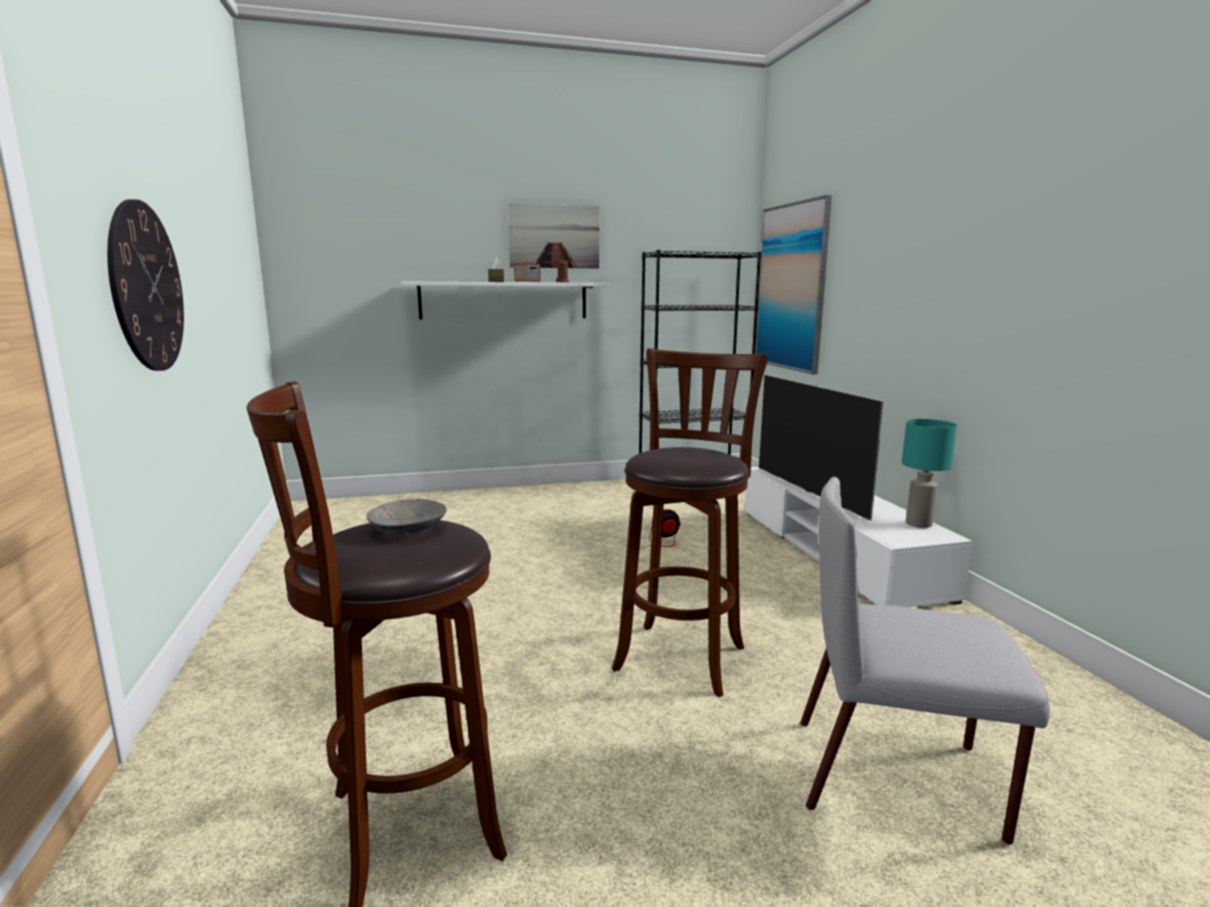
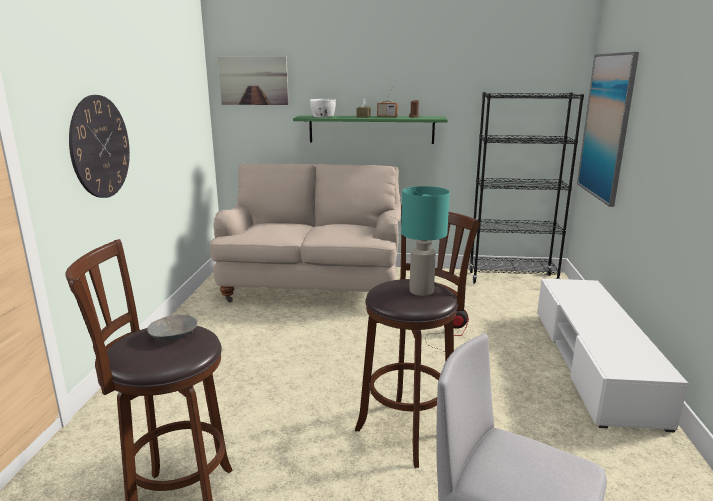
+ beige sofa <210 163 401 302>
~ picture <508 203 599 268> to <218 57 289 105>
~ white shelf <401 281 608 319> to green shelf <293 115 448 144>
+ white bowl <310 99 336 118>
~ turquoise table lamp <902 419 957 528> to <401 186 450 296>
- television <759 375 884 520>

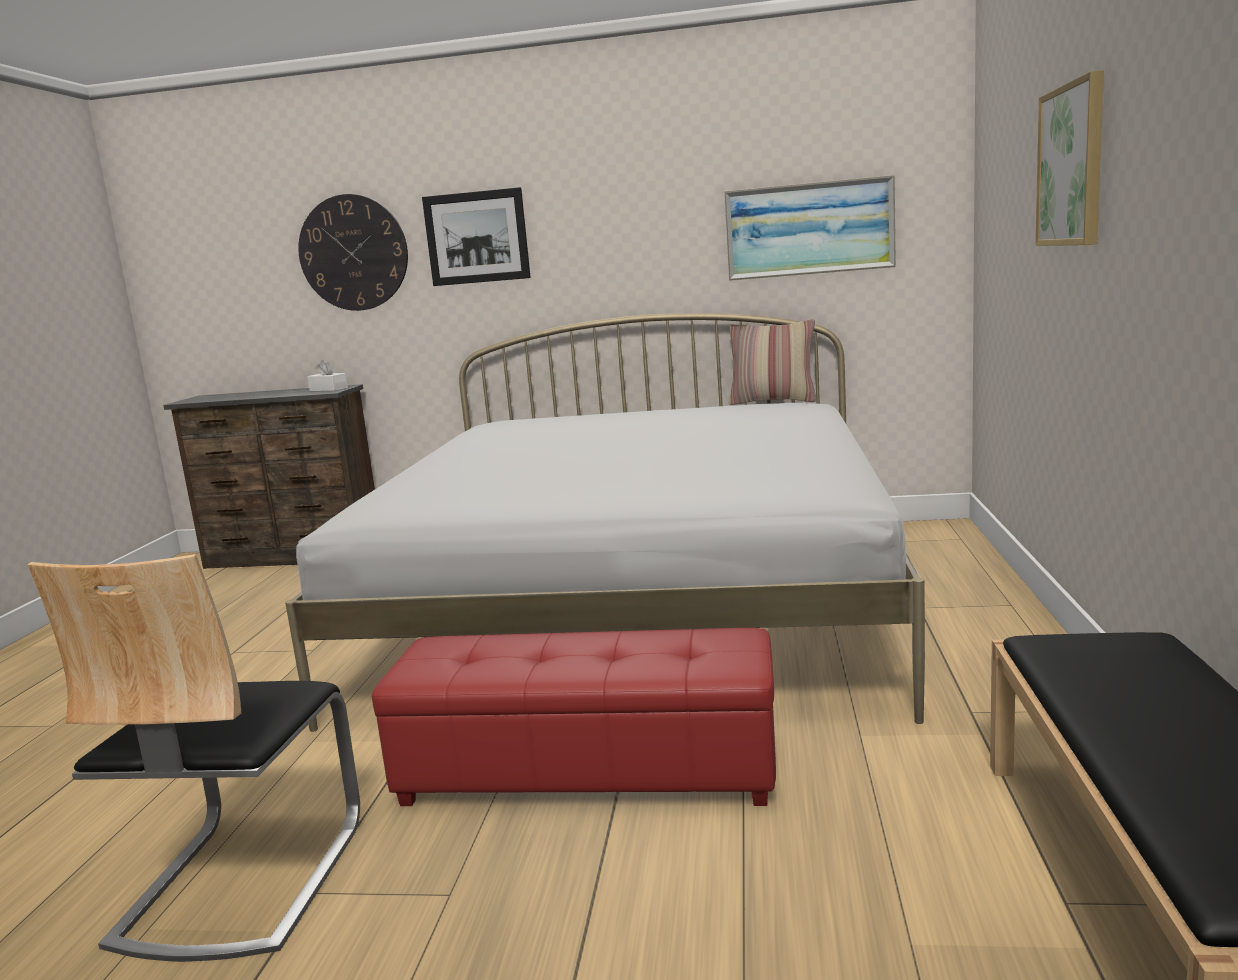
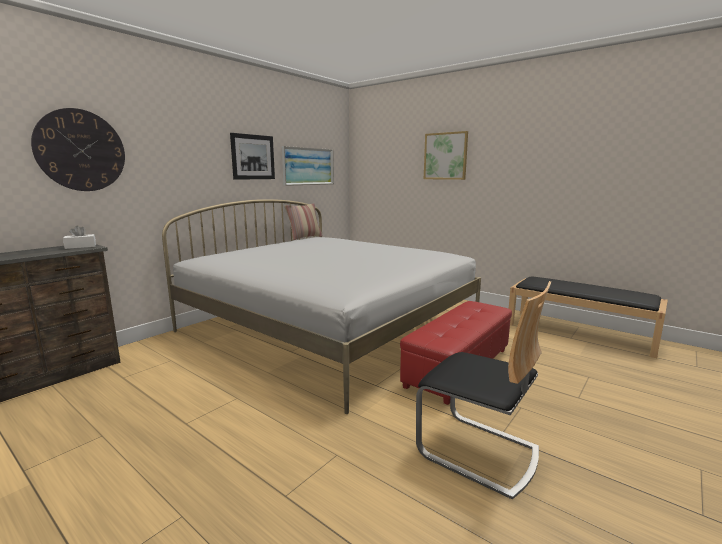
~ picture <422 187 531 286> to <230 133 275 180>

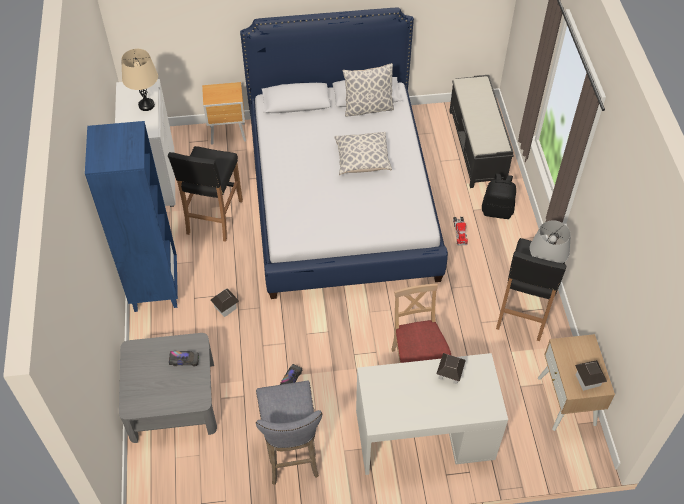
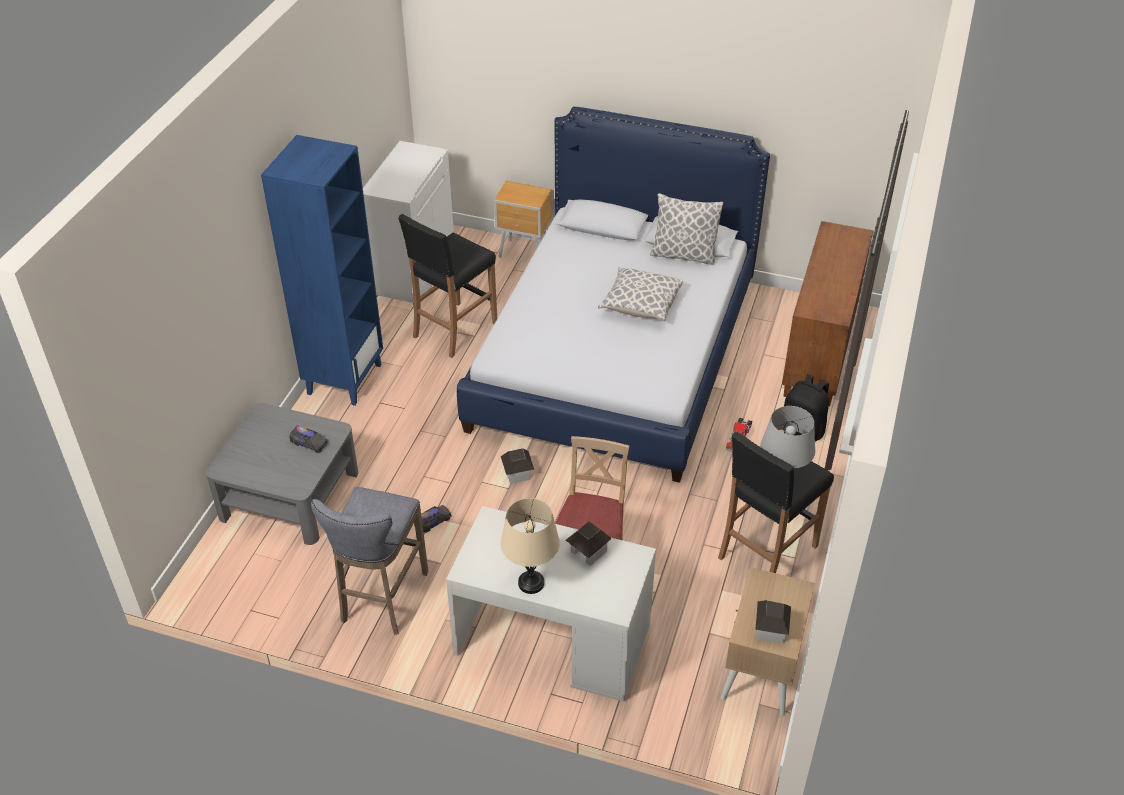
~ toy house <210 288 239 317> to <501 448 534 484>
~ beige table lamp <121 49 158 111> to <501 498 560 594>
~ black bench <449 75 514 188> to brown cabinet <782 221 873 406>

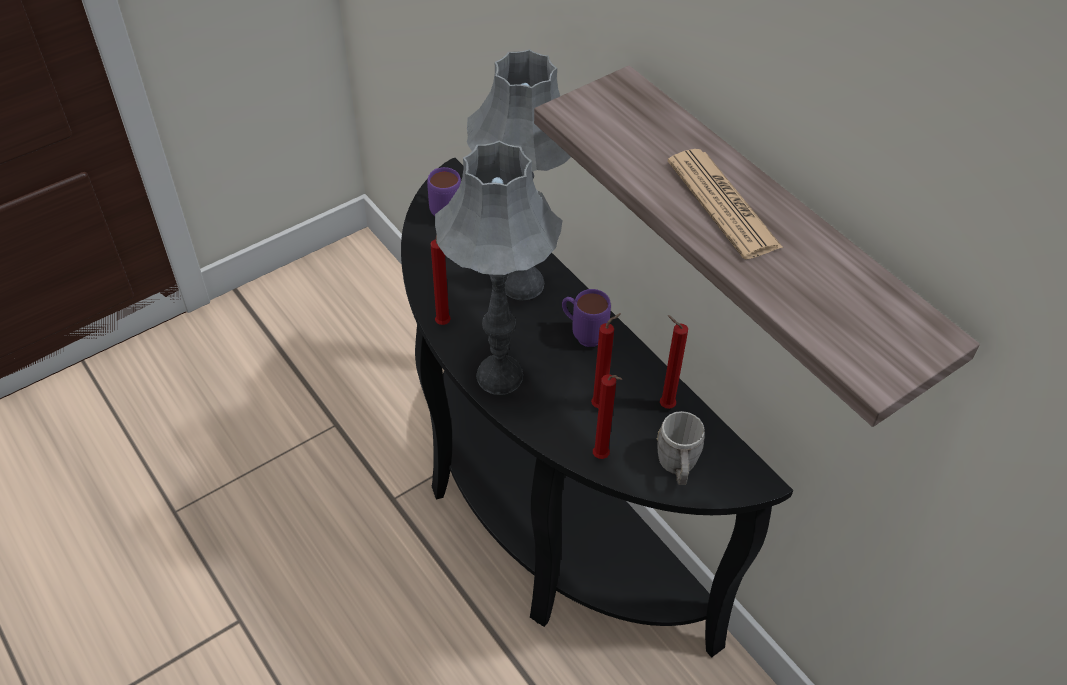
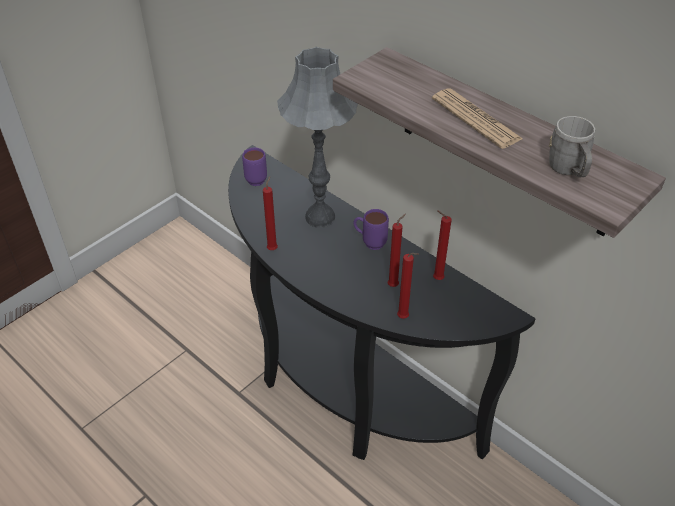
~ grey mug <656 411 705 485> to <549 116 595 177>
- grey table lamp <435 140 562 395>

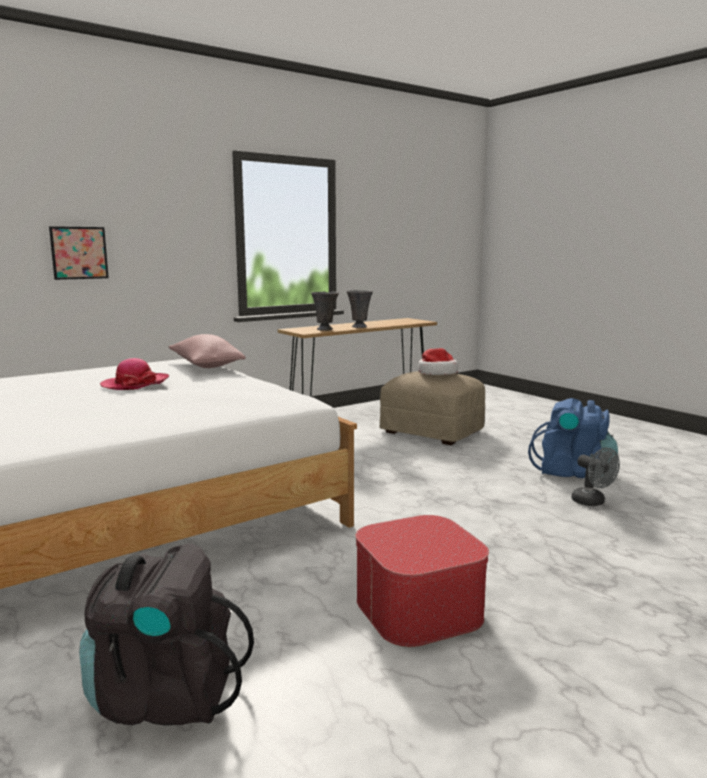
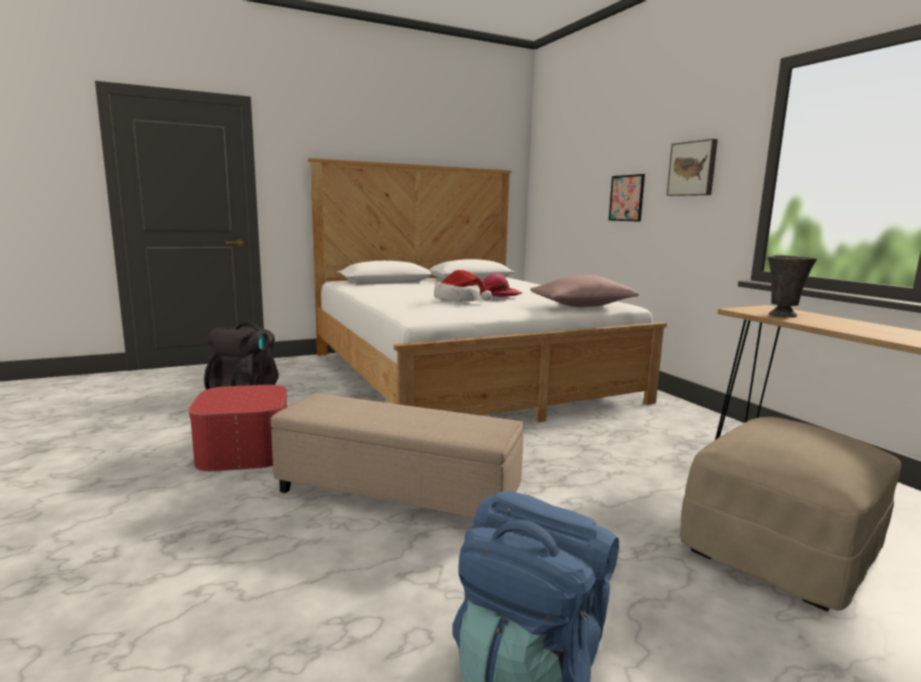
+ beige ottoman <271 393 524 517>
~ hat <418 348 458 375> to <434 270 492 302>
+ picture <666 139 718 196>
- grey vase <347 290 373 328>
- grey fan <571 448 620 506>

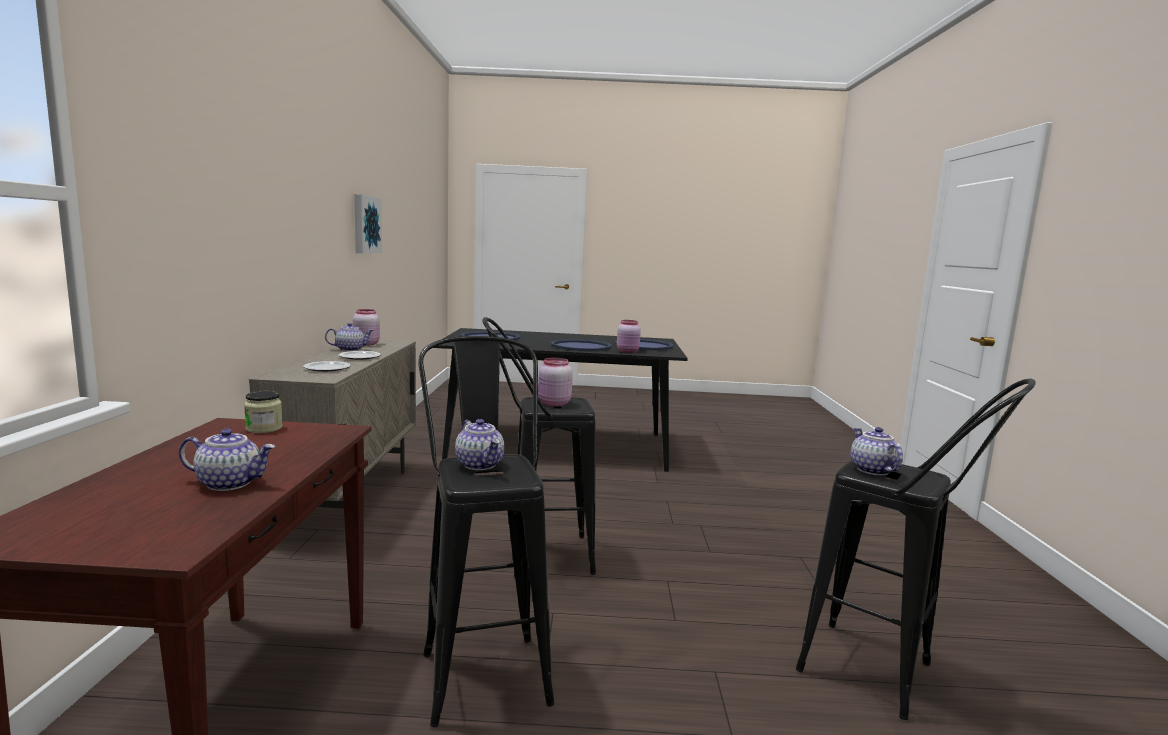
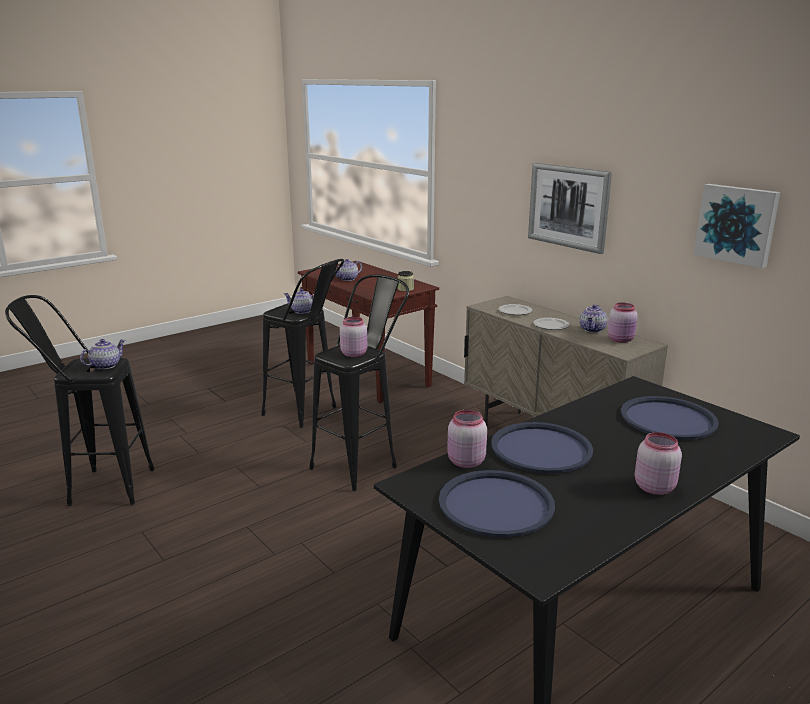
~ teapot <851 427 903 475> = <80 339 125 369> 90 degrees counterclockwise
+ picture <528 163 612 254>
+ pink jar <635 432 682 495>

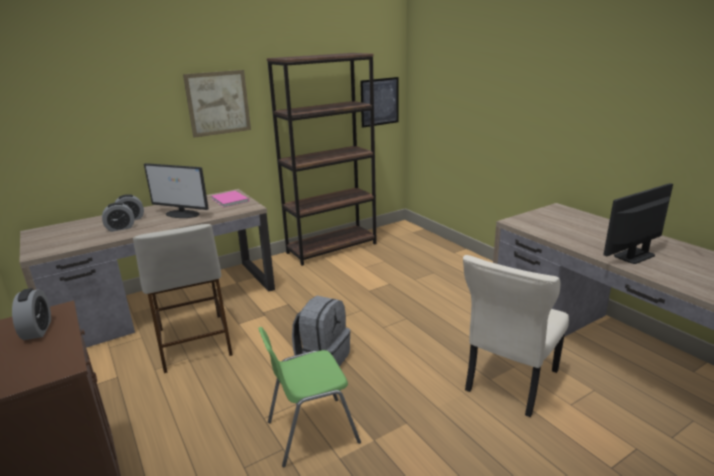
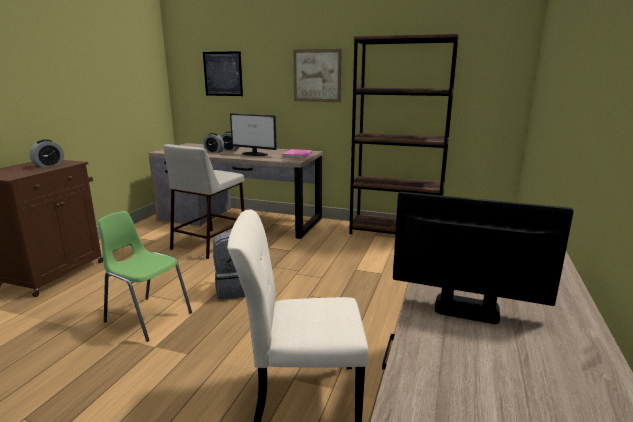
~ picture <360 77 399 128> to <203 51 243 96>
~ monitor <144 163 209 218> = <230 113 277 156> 45 degrees counterclockwise

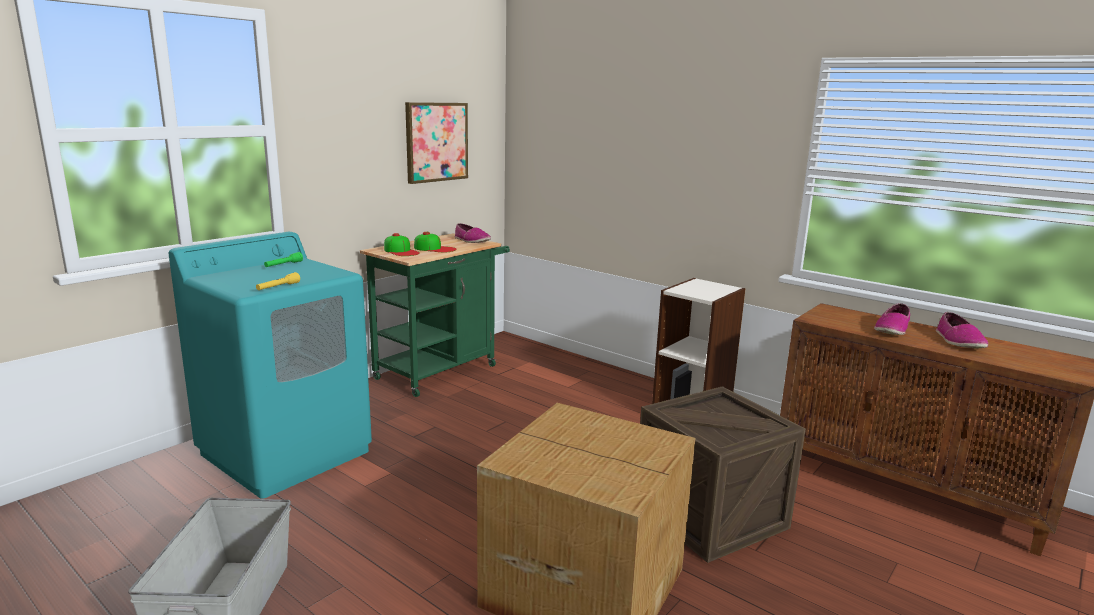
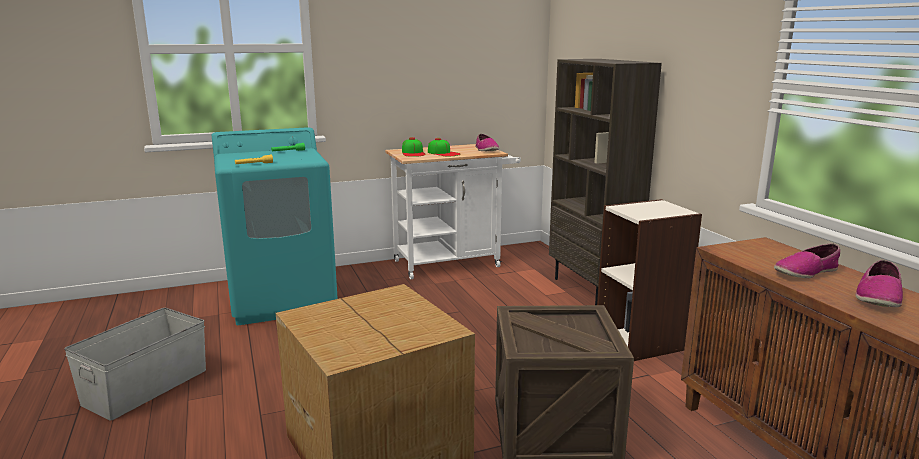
~ green cart <360 234 510 397> to white cart <385 144 521 279>
+ brown bookcase <549 59 662 305>
- picture <405 102 468 184>

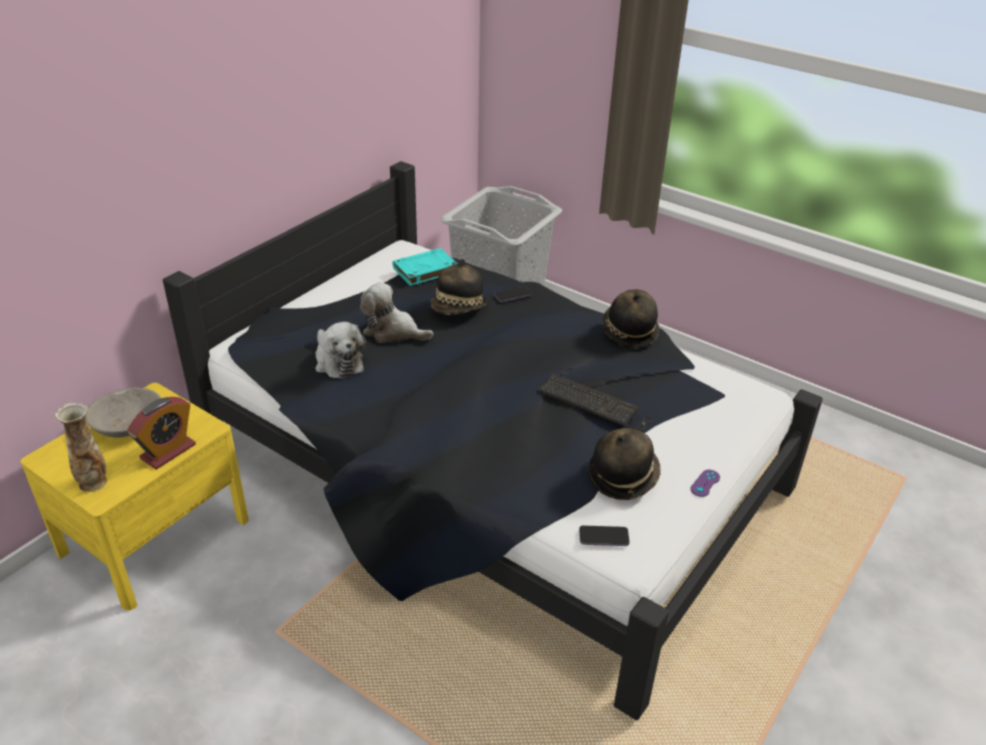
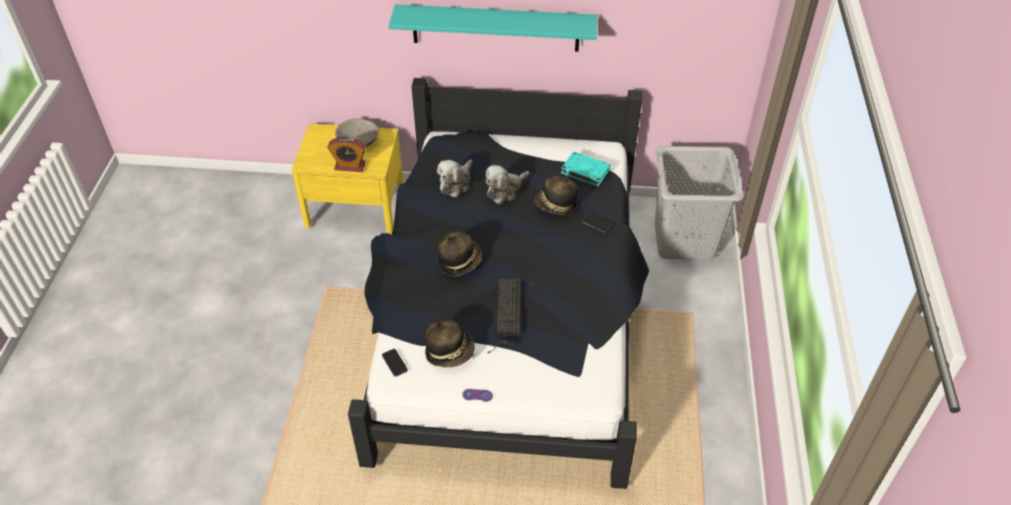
+ turquoise shelf <388 4 598 52>
~ hat <603 289 660 348> to <436 231 483 276>
~ plush toy <360 282 433 343> = <485 165 529 204> 120 degrees counterclockwise
- vase <55 402 107 492>

